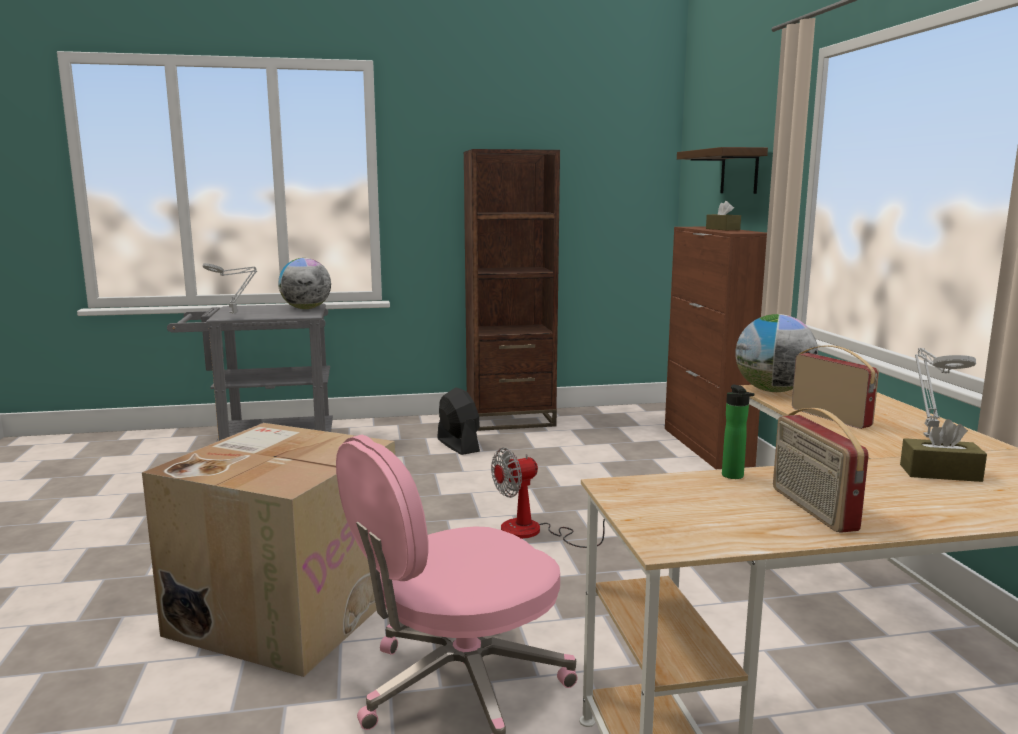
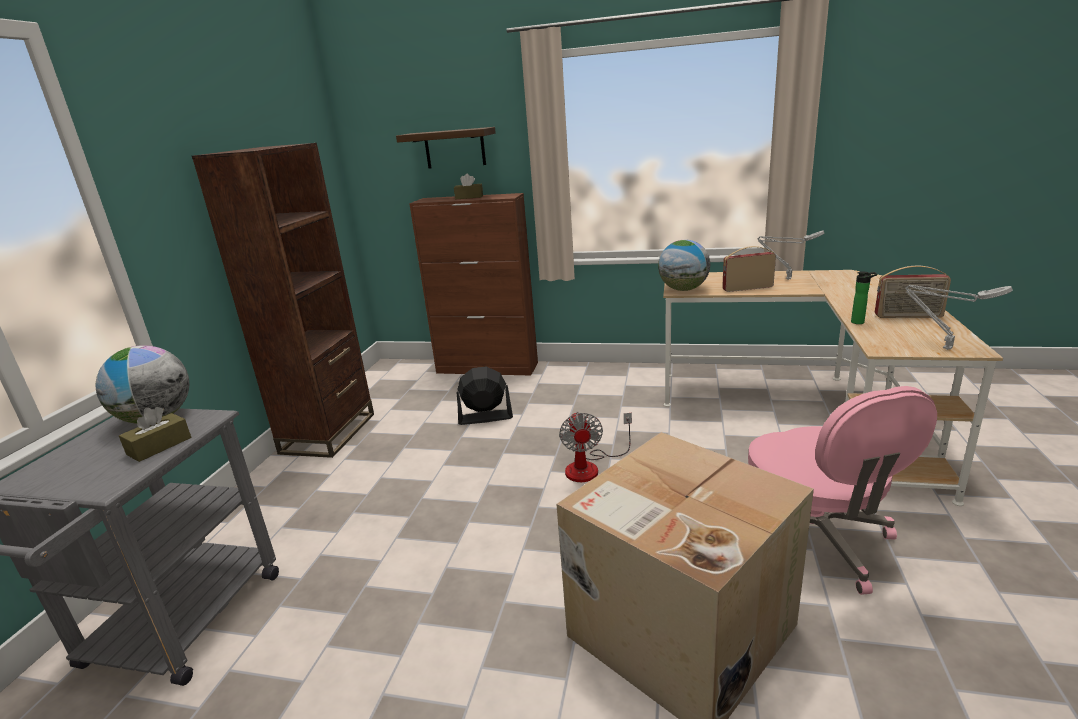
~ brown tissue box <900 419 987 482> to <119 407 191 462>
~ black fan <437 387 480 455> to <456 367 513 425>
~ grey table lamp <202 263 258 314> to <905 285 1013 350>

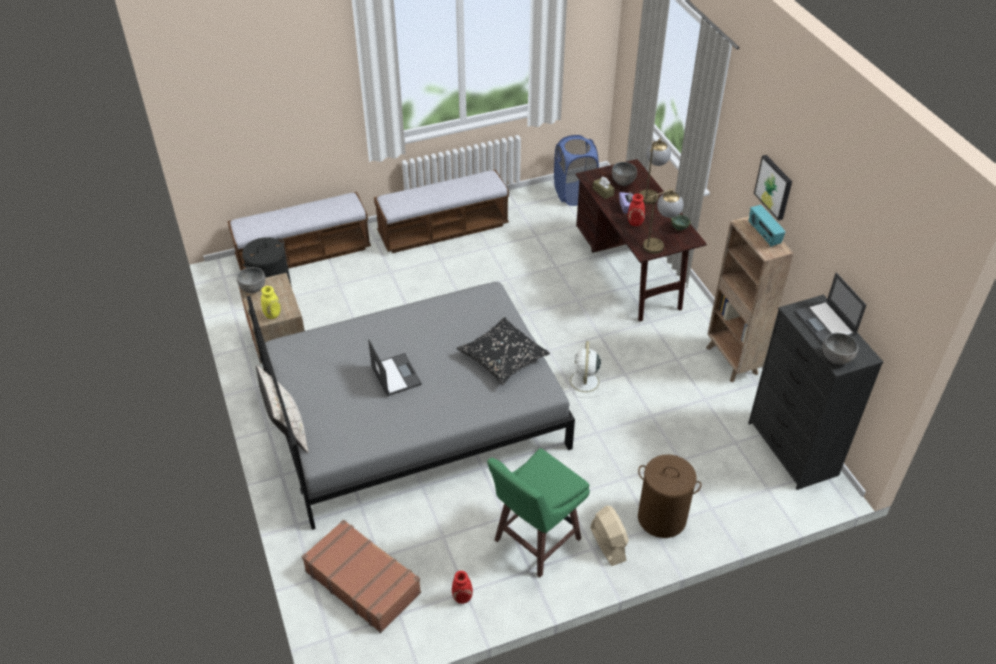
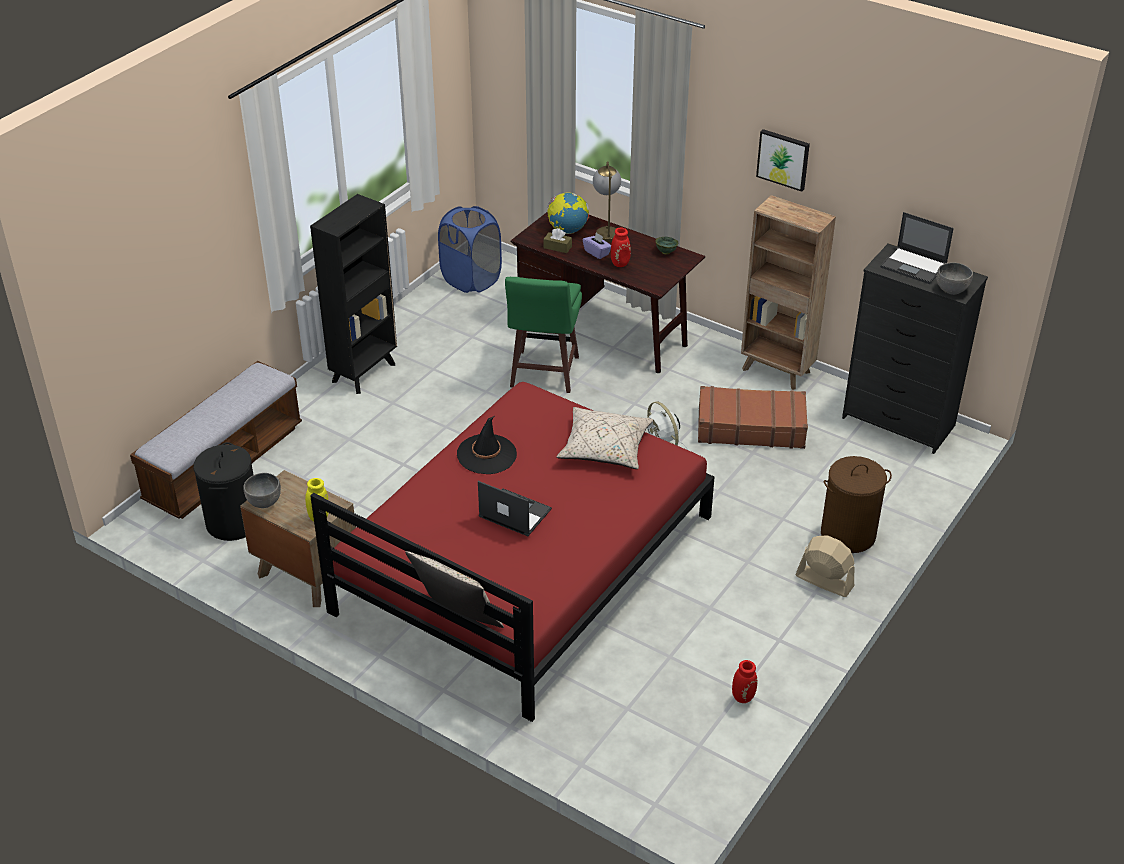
~ bench <374 169 509 253> to black bookcase <310 194 397 394>
~ grey bed <247 282 575 530> to red bed <310 382 714 722>
+ black hat <457 416 517 474>
~ green stool <487 448 590 577> to <505 277 582 393>
~ grey bowl <612 162 637 186> to globe <547 192 589 234>
~ black pillow <456 317 550 385> to beige pillow <557 407 653 469>
~ brown suitcase <302 520 421 633> to <698 386 808 449>
- table lamp <643 189 684 254>
- radio <749 205 786 247>

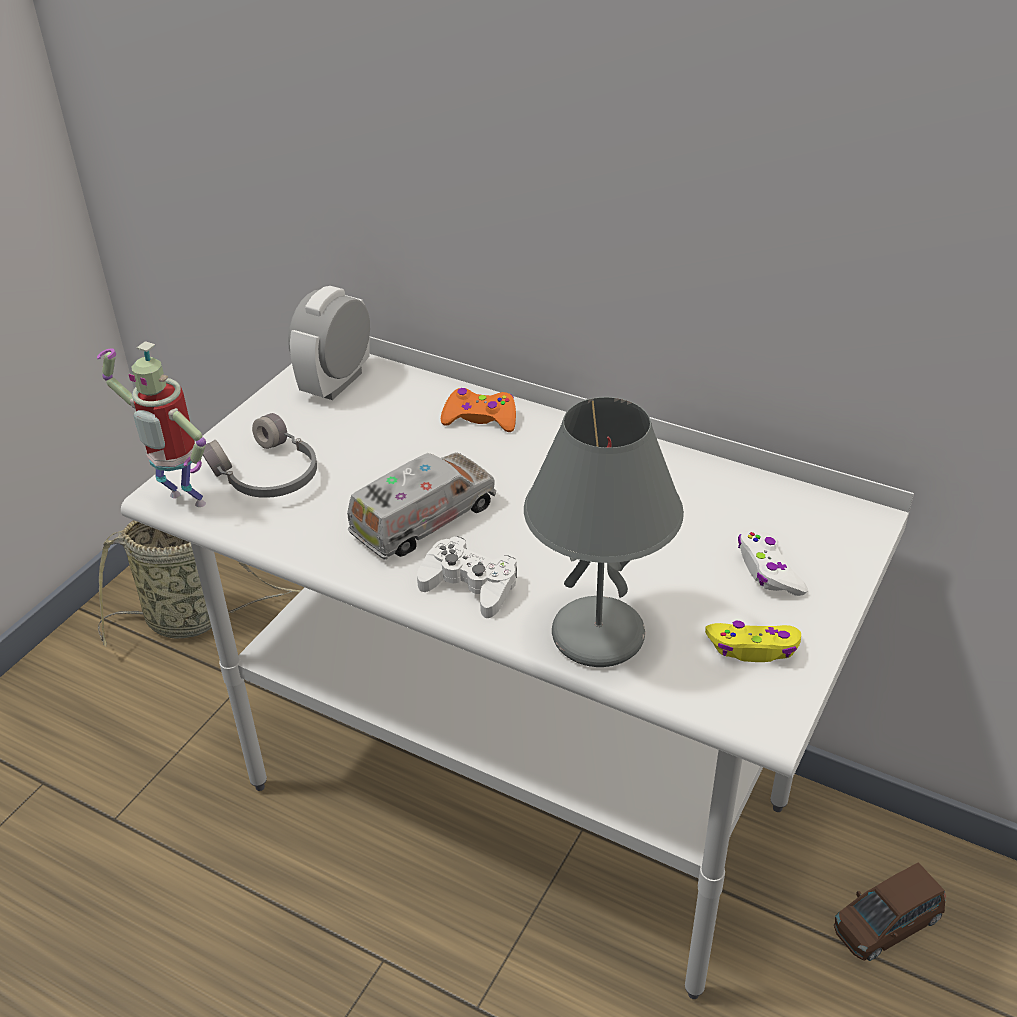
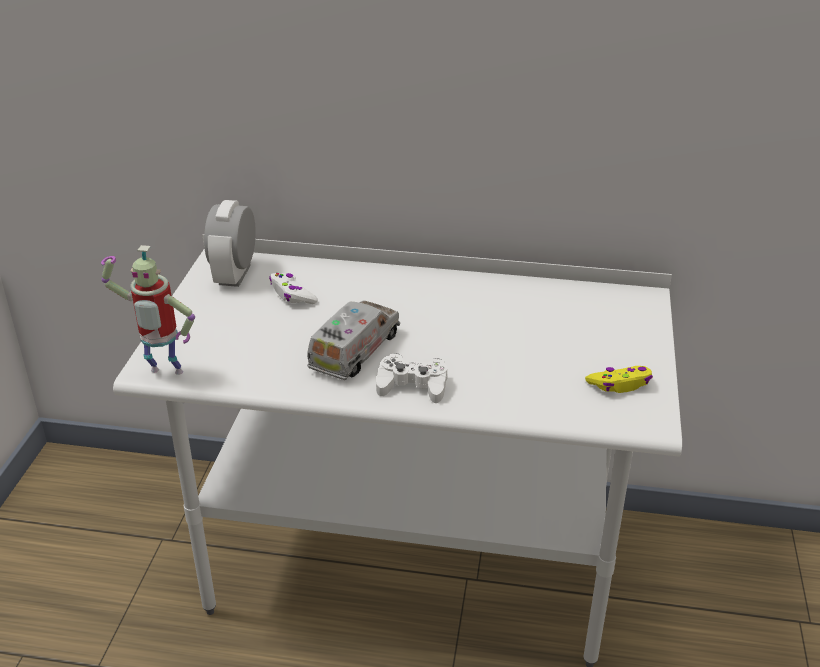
~ white game controller <738 531 808 596> to <269 273 318 304>
- basket <98 520 301 647>
- grey headphones <203 413 317 498>
- orange game controller <441 388 516 432>
- grey table lamp <524 397 684 667>
- brown toy car <834 862 946 961>

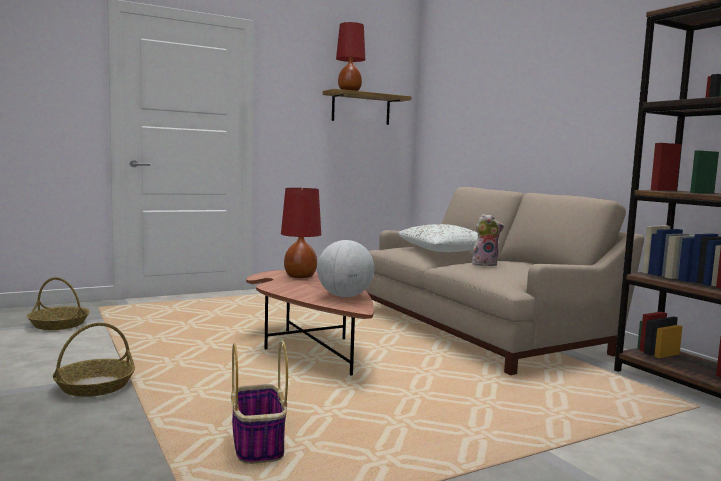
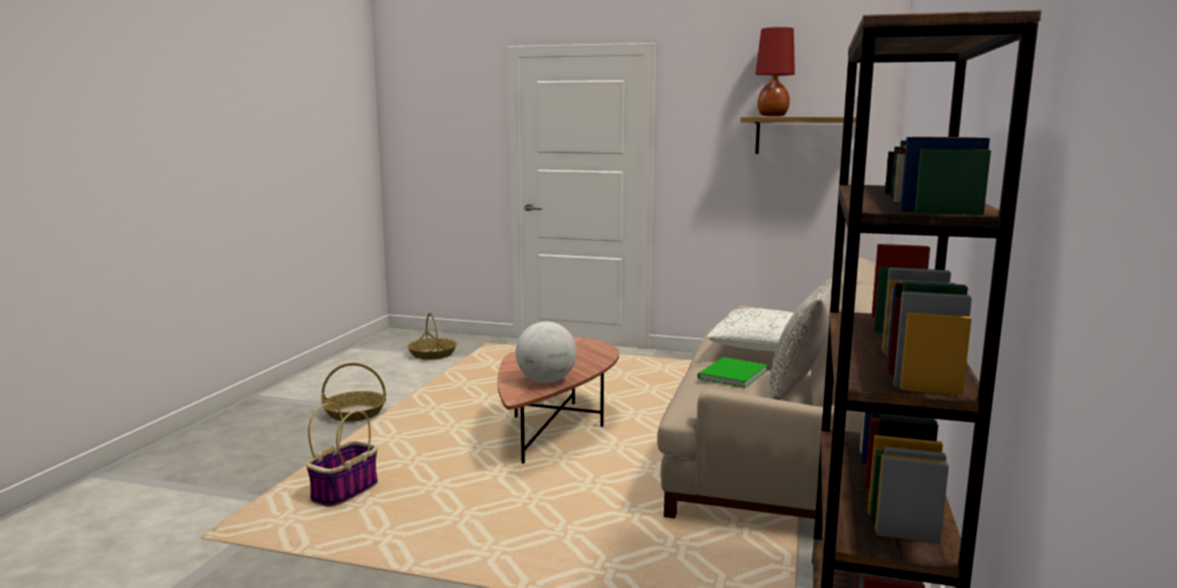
~ plush toy <472 214 504 266> to green book <697 357 767 388>
+ grey pillow <769 276 833 400>
- red table lamp <281 188 321 278>

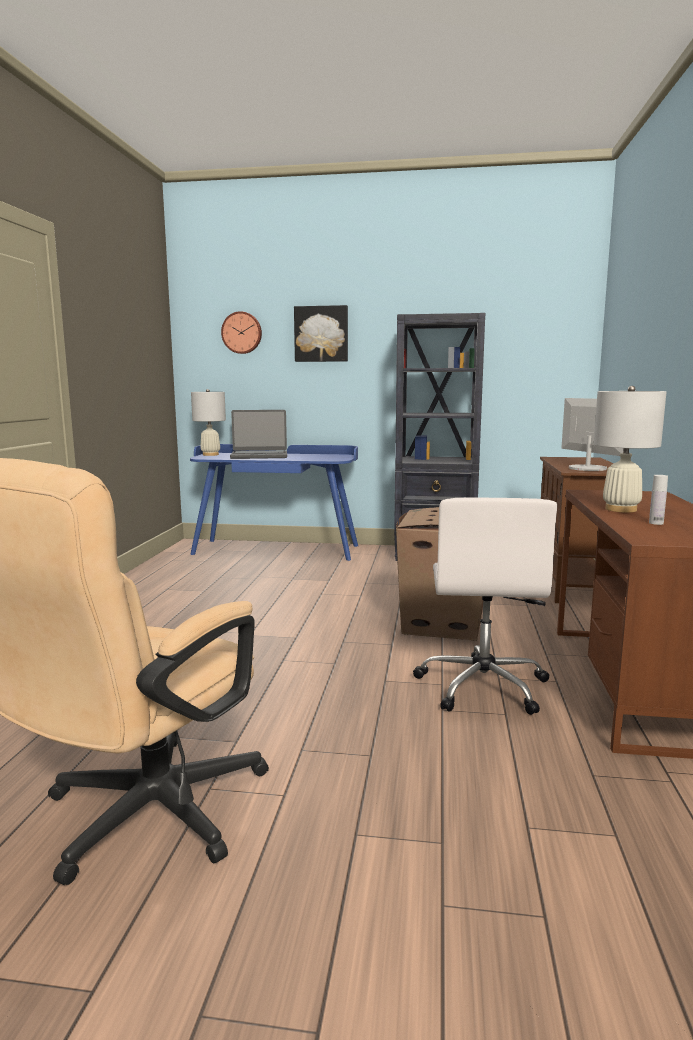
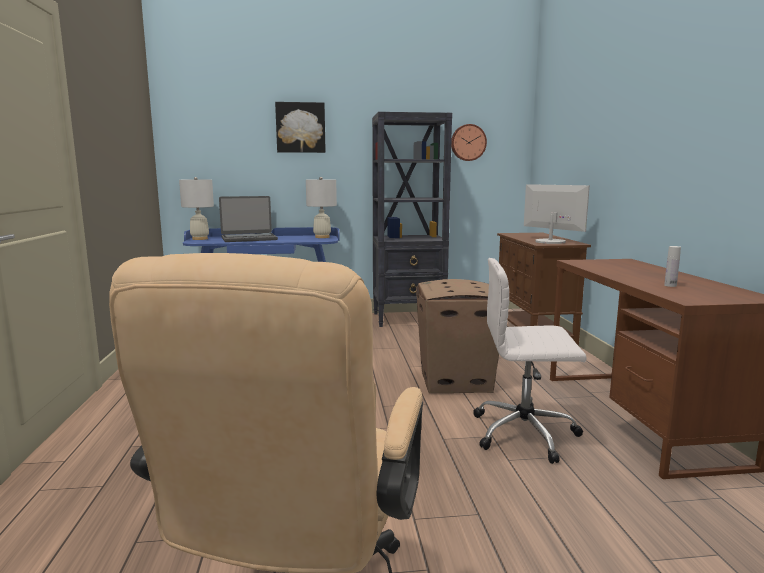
~ white table lamp <594 386 666 512> to <306 177 337 238>
~ wall clock <221 311 262 354> to <451 124 487 161>
~ white office chair <413 498 557 715> = <473 258 586 464> 105 degrees clockwise

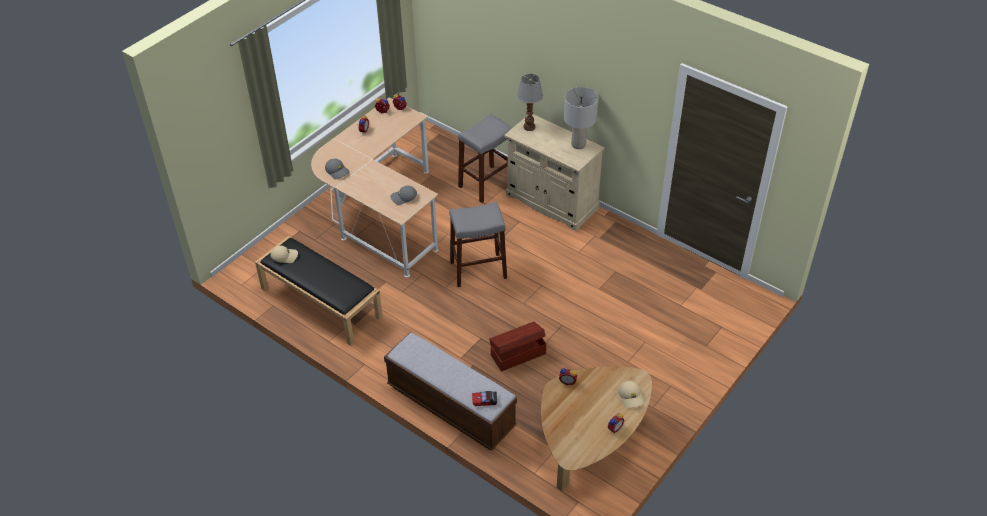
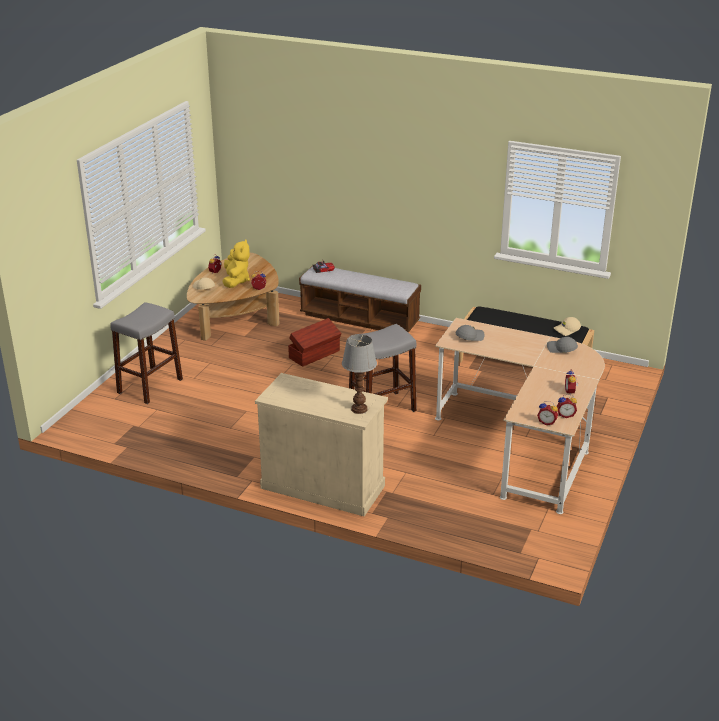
~ grey stool <458 114 512 203> to <110 302 183 404>
+ yellow plush toy <222 240 250 288>
- grey table lamp <564 87 598 149>

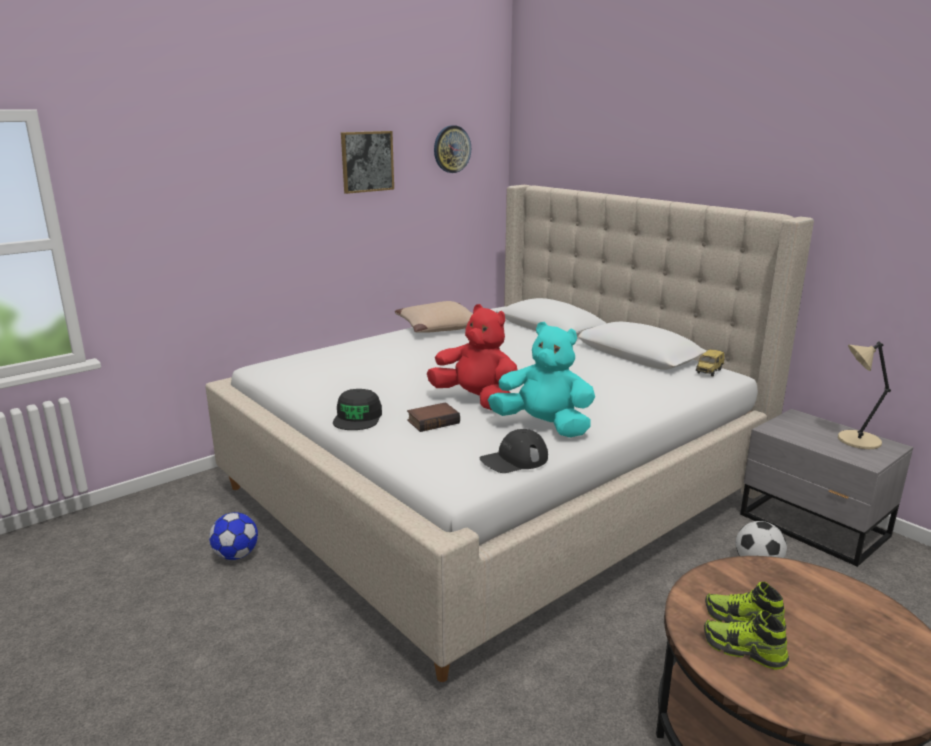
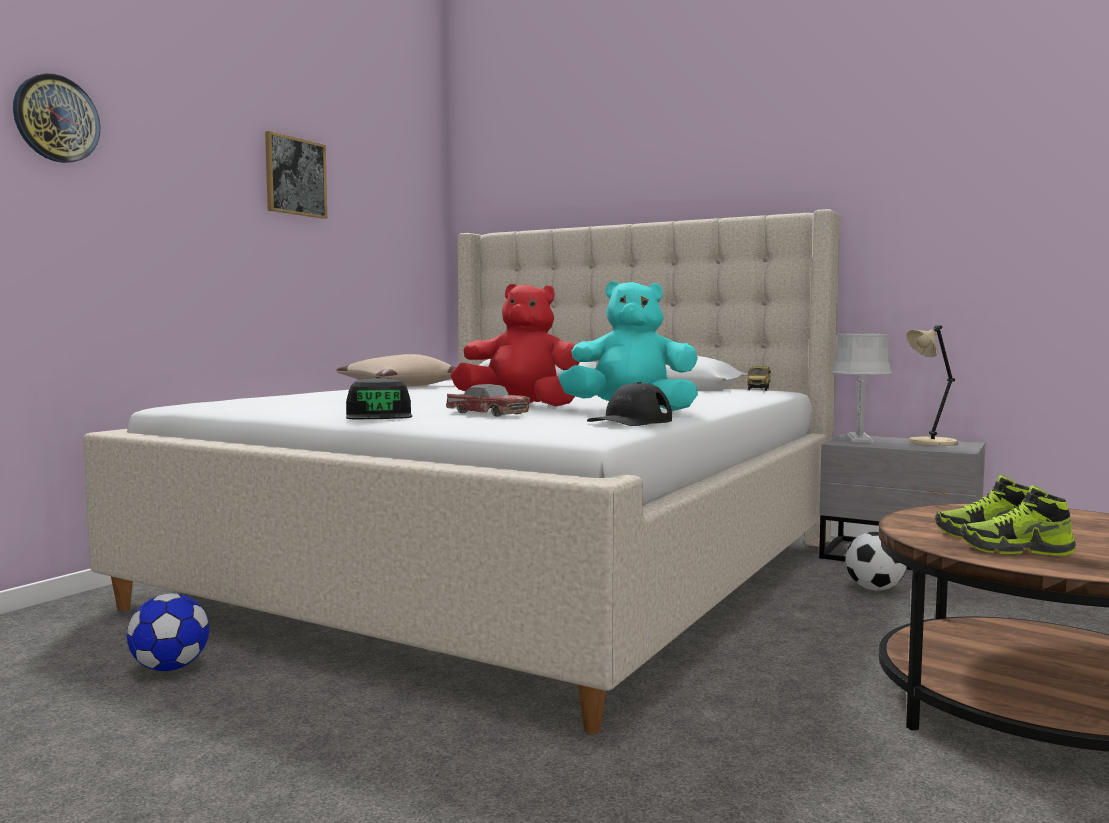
~ wall clock <434 125 471 173> to <13 74 100 163>
~ book <407 402 460 432> to toy car <446 384 530 417>
+ grey table lamp <831 325 892 443>

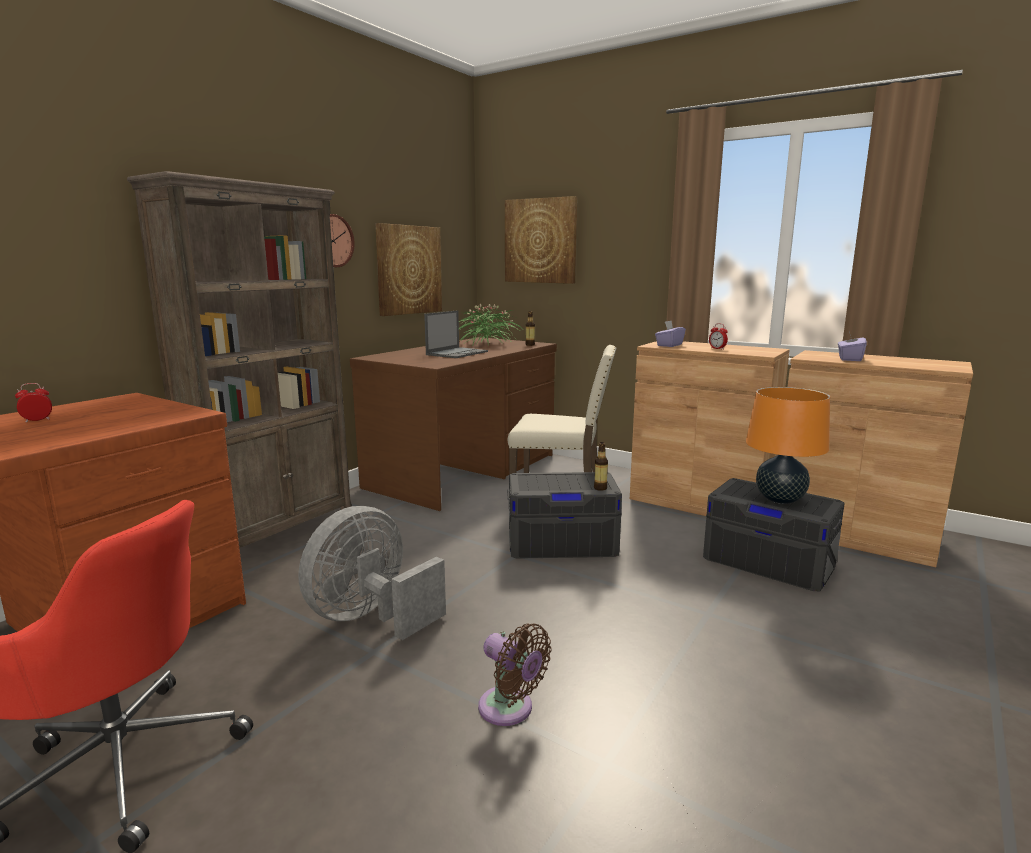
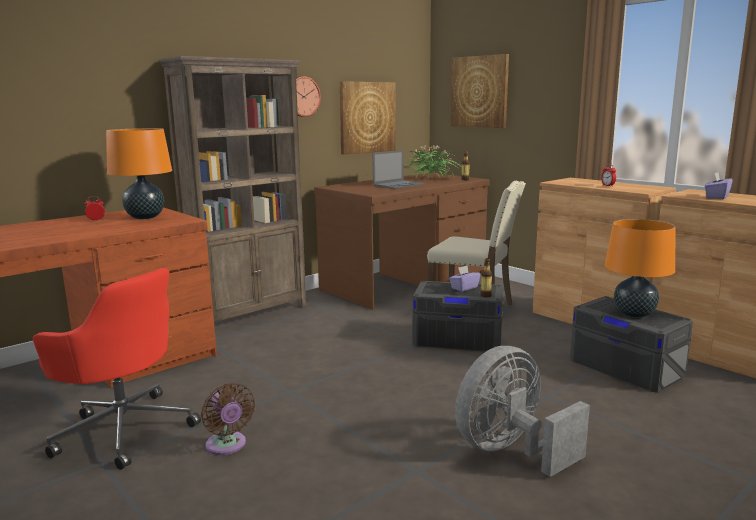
+ orange table lamp <106 128 172 219>
~ brown fan <478 623 551 726> to <201 383 255 455>
~ purple tissue box <655 321 686 347> to <449 265 481 292>
~ grey fan <299 506 446 640> to <455 346 590 477>

